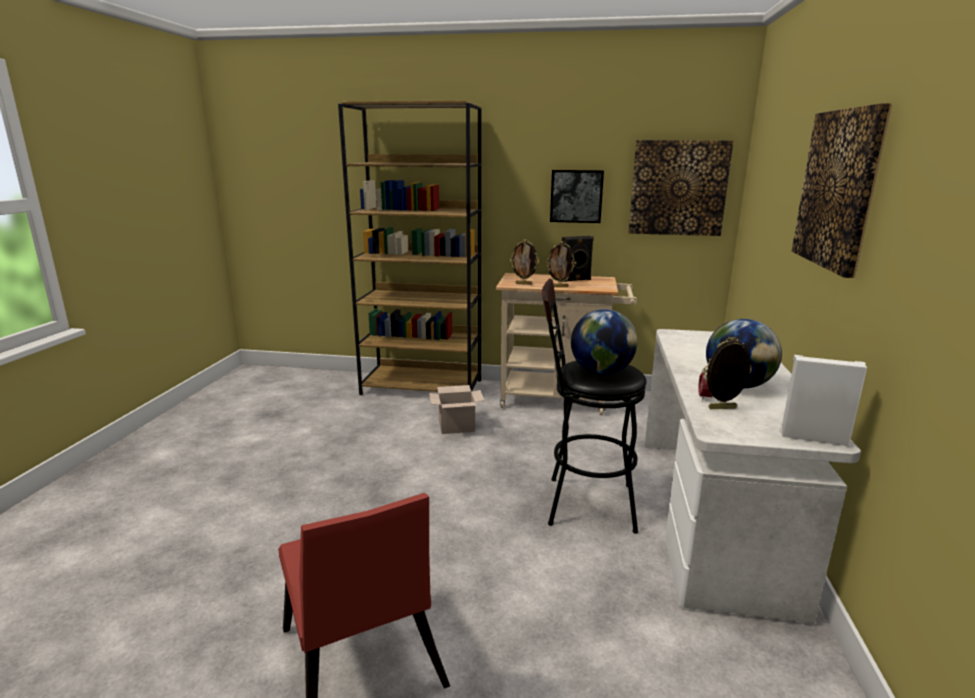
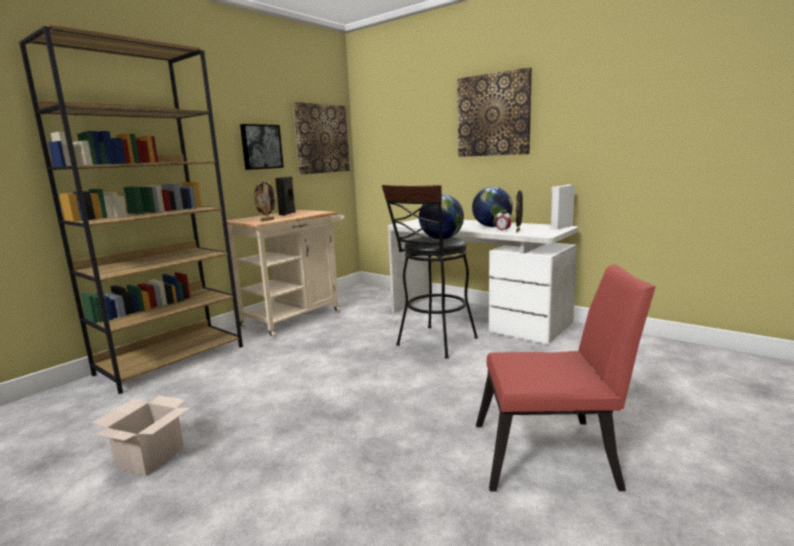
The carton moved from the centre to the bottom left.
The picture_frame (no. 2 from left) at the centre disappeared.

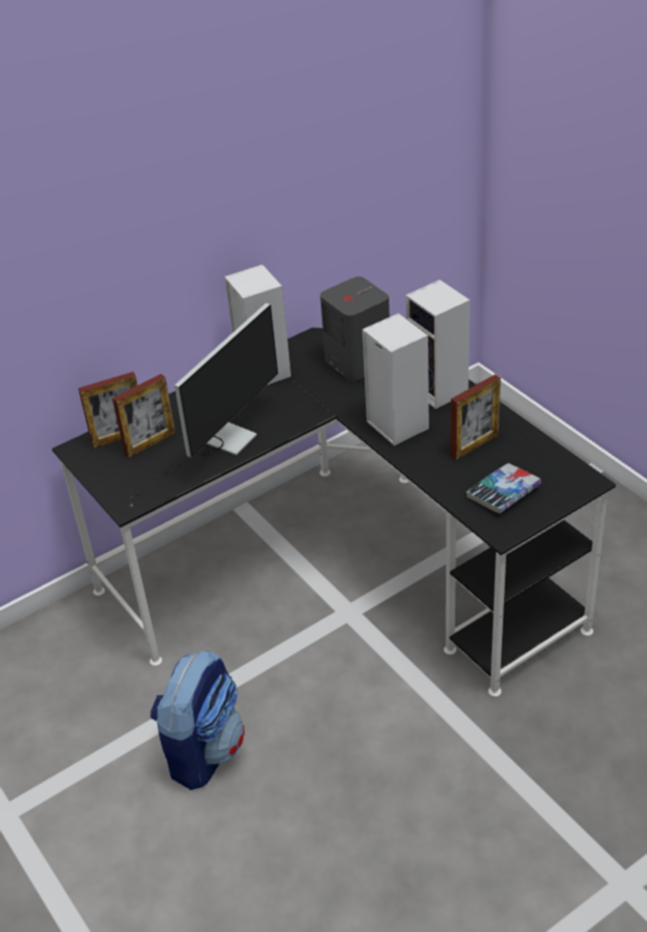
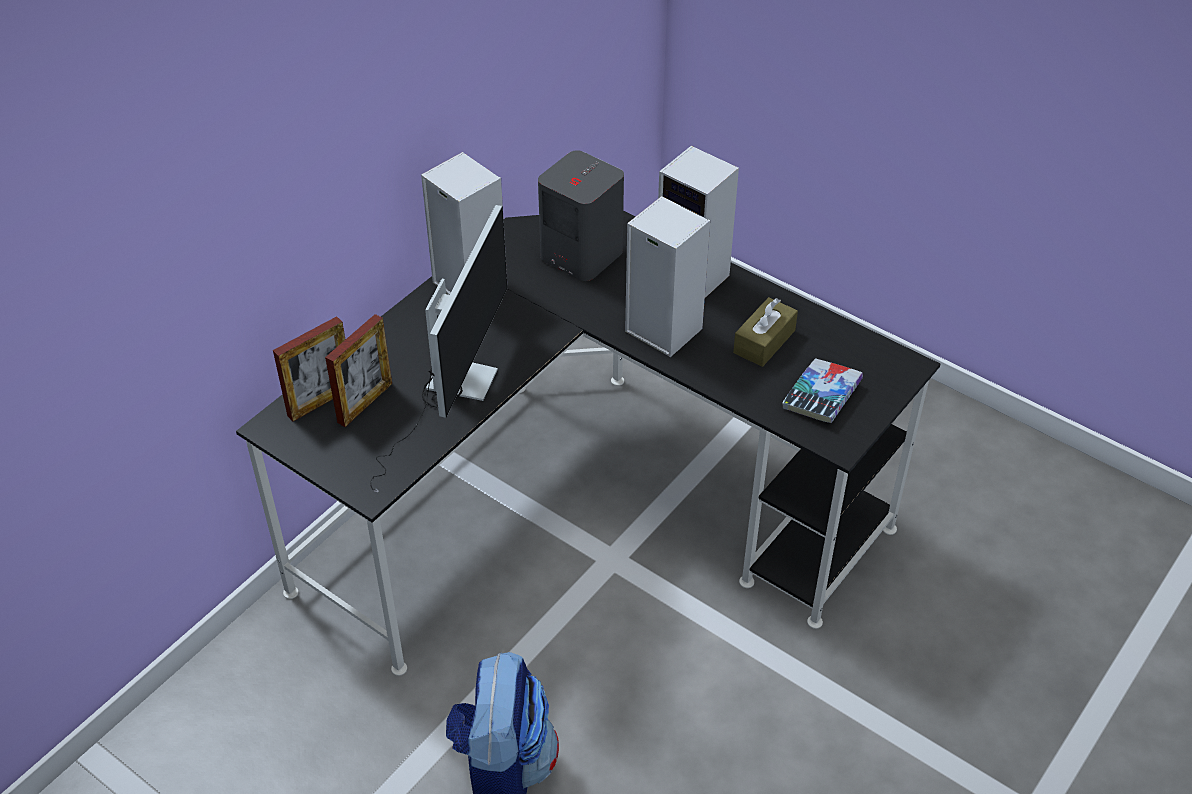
The picture_frame (no. 3 from left) at the middle right was replaced by the brown_tissue_box at the centre.

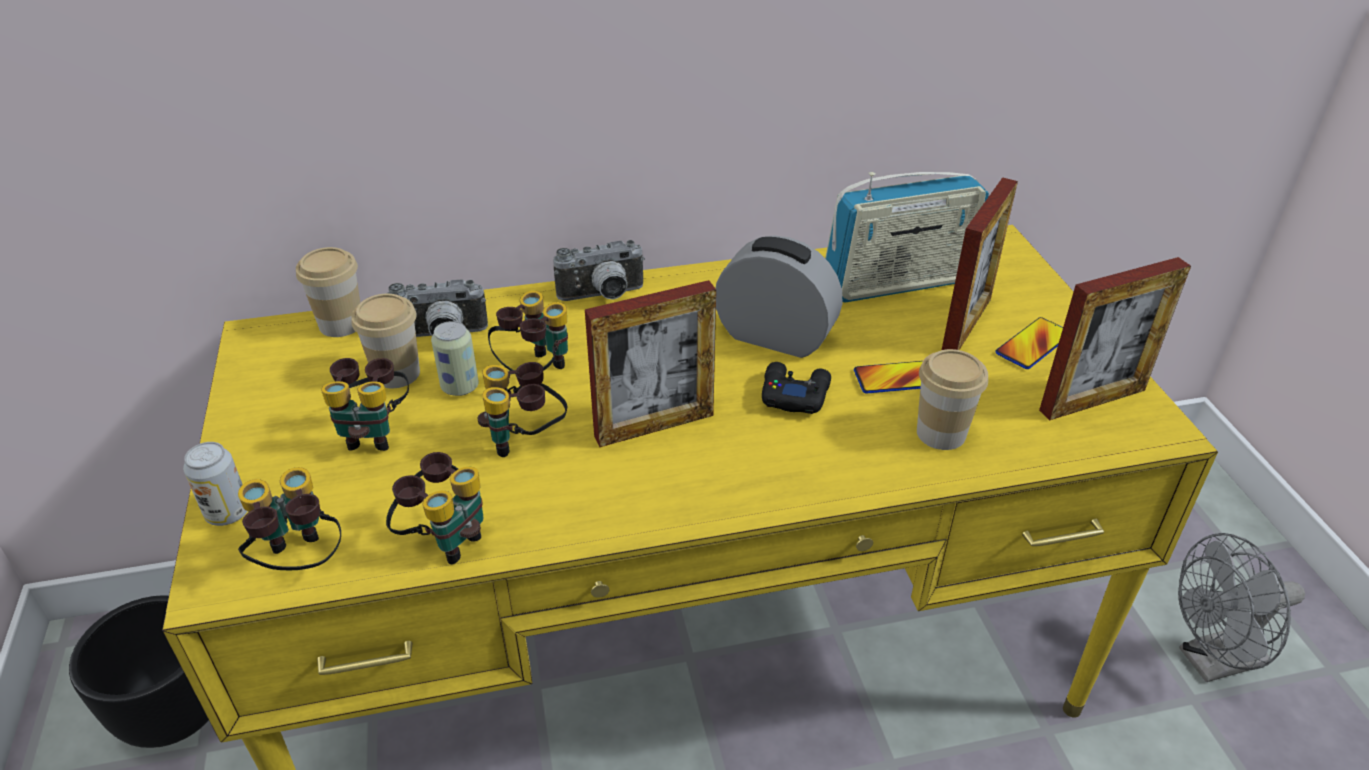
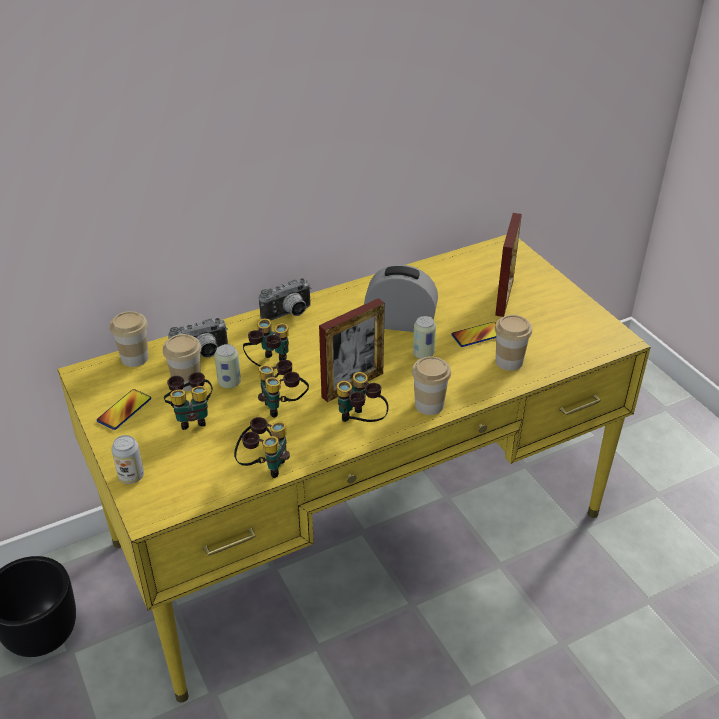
The pair_of_binoculars (no. 1 from left in the first image) moved from the bottom left to the centre.
The blackish_game_controller at the centre was replaced by the sealed_can (no. 3 from left) at the centre.
The radio_set at the top centre disappeared.
The handset (no. 2 from left in the first image) moved from the middle right to the middle left.
The picture_frame (no. 3 from left) at the middle right disappeared.
The gray_fan at the bottom right disappeared.
The small_cup (no. 3 from left) at the centre appeared.

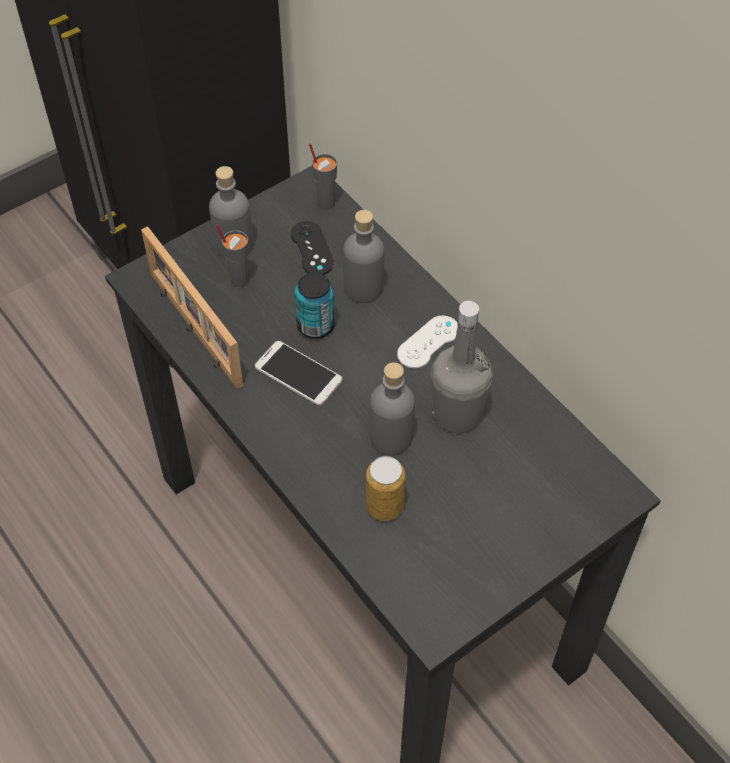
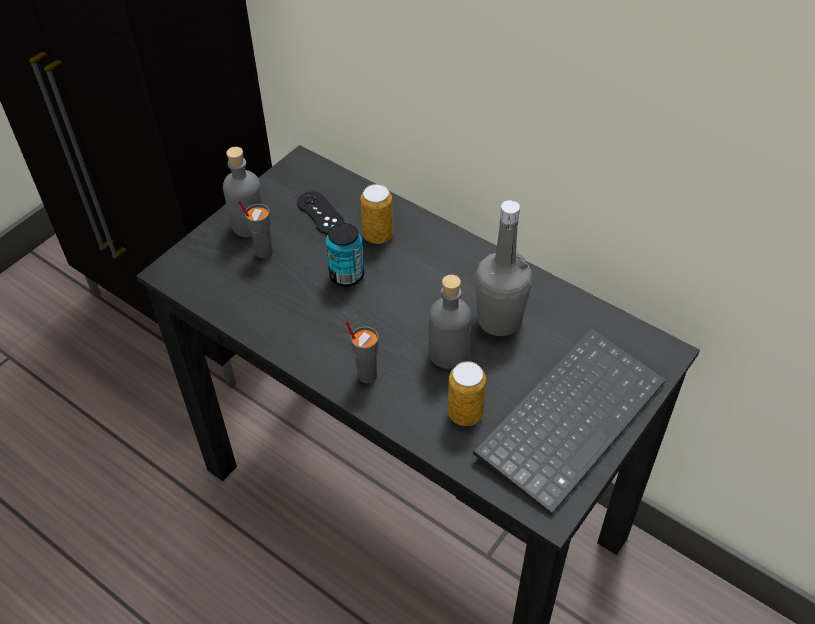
The picture_frame at the middle left disappeared.
The handset at the centre disappeared.
The gray_small_cup (no. 2 from left) moved from the top centre to the centre.
The gray_bottle (no. 2 from left) at the centre was replaced by the sealed_can (no. 2 from left) at the centre.
The white-coloured_game_controller at the centre disappeared.
The PC_keyboard at the bottom right appeared.

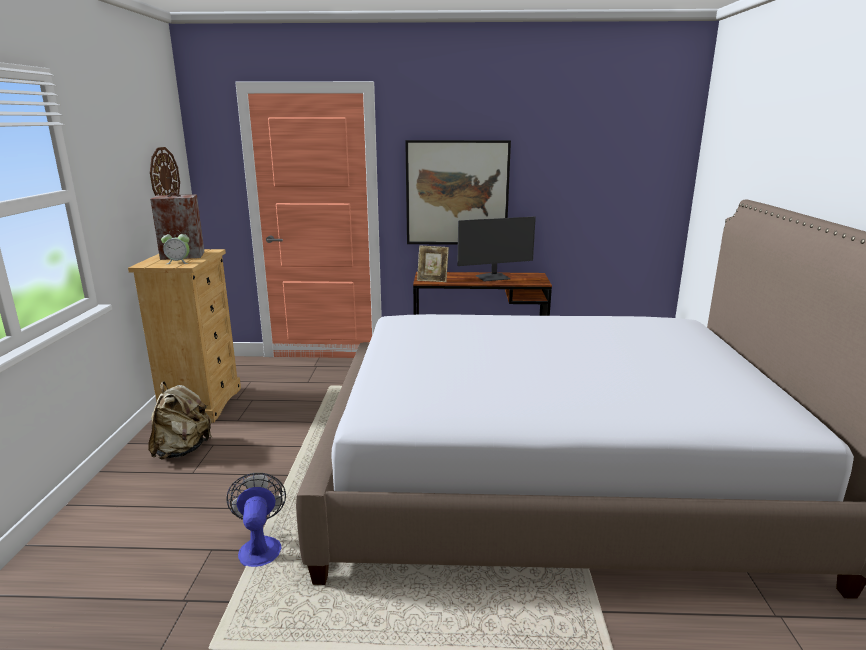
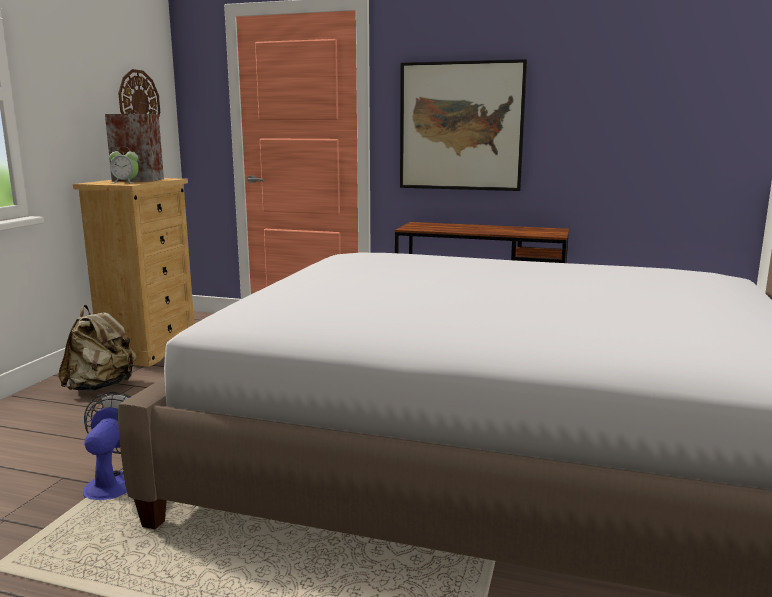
The picture_frame at the centre disappeared.
The computer_screen at the centre disappeared.

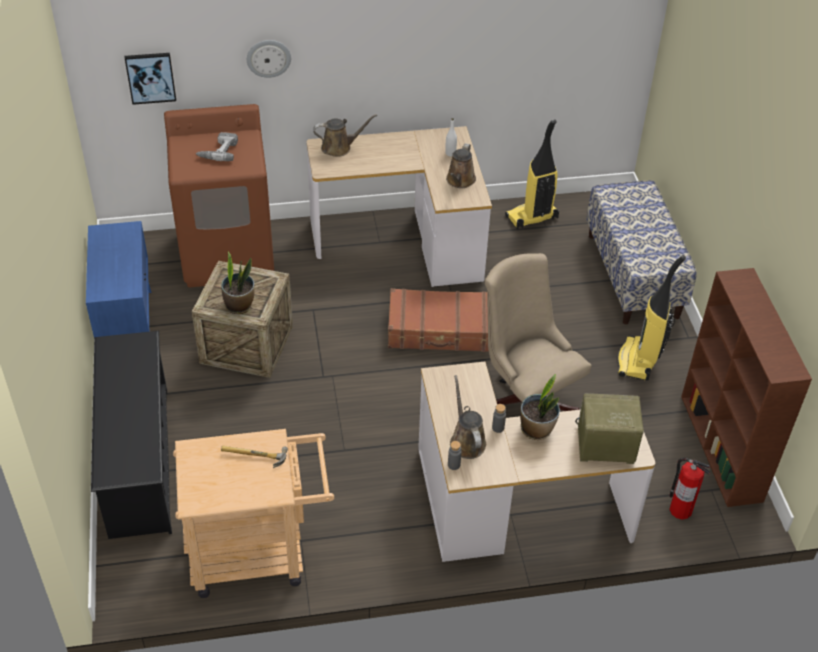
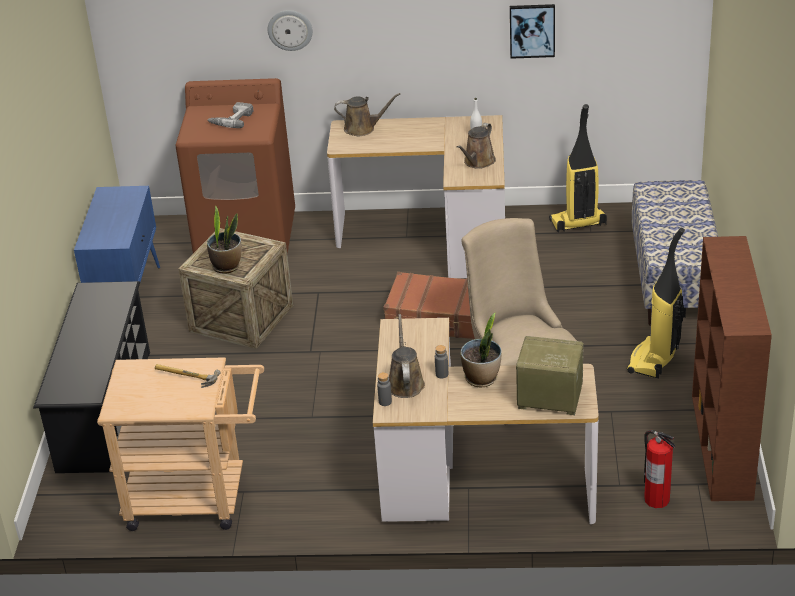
The picture moved from the top left to the top right.

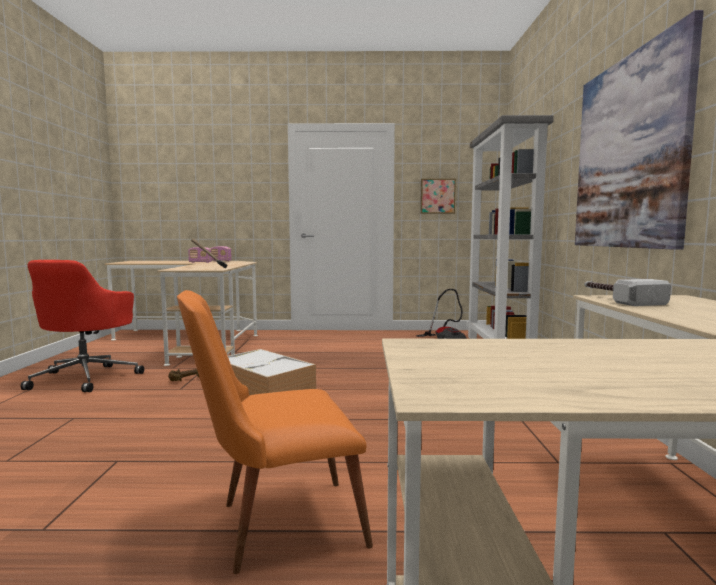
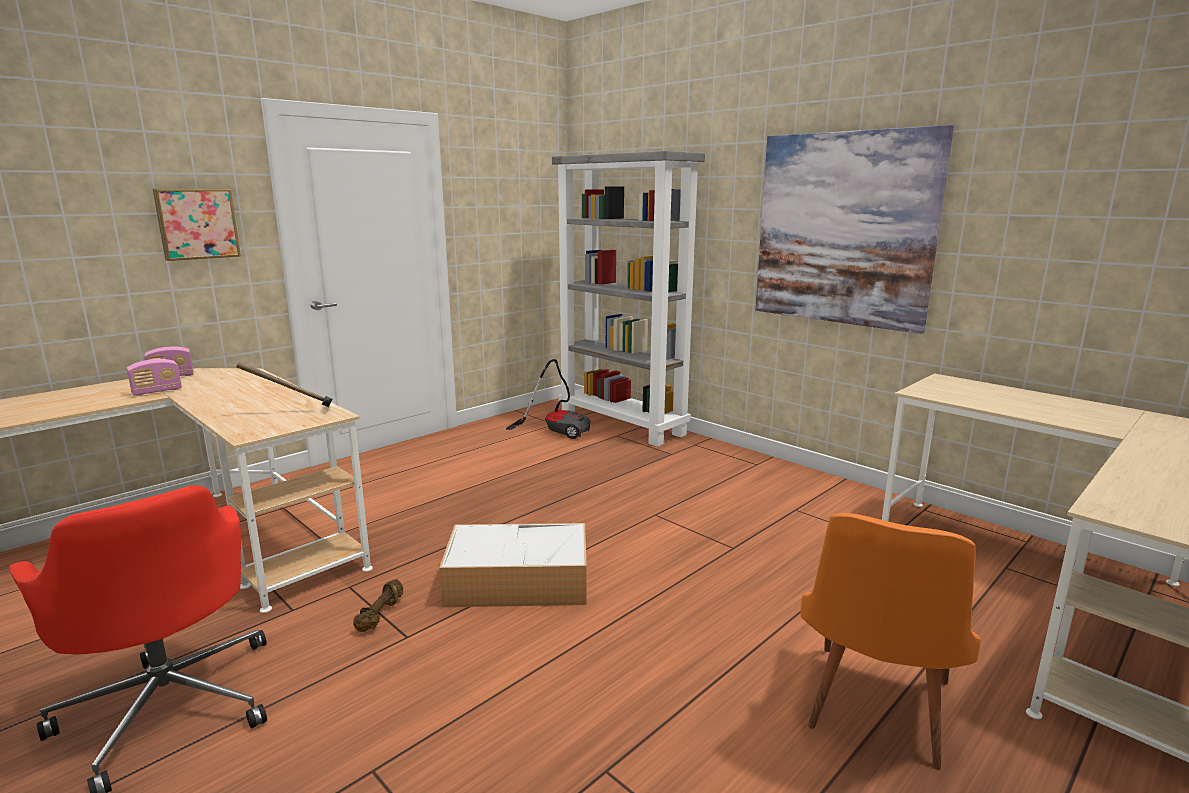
The picture (no. 1 from left) moved from the centre to the top left.
The hammer (no. 2 from left) at the middle right disappeared.

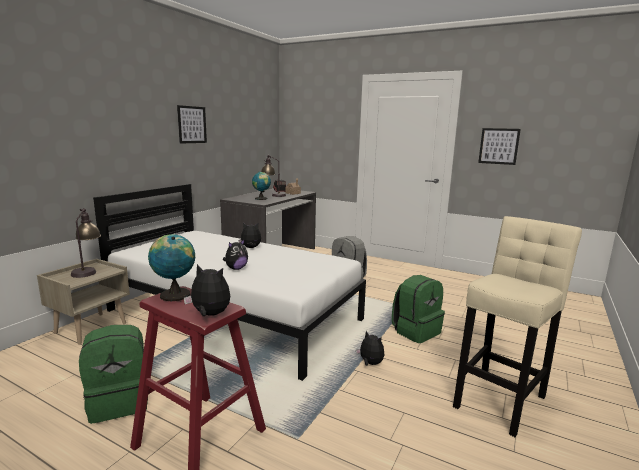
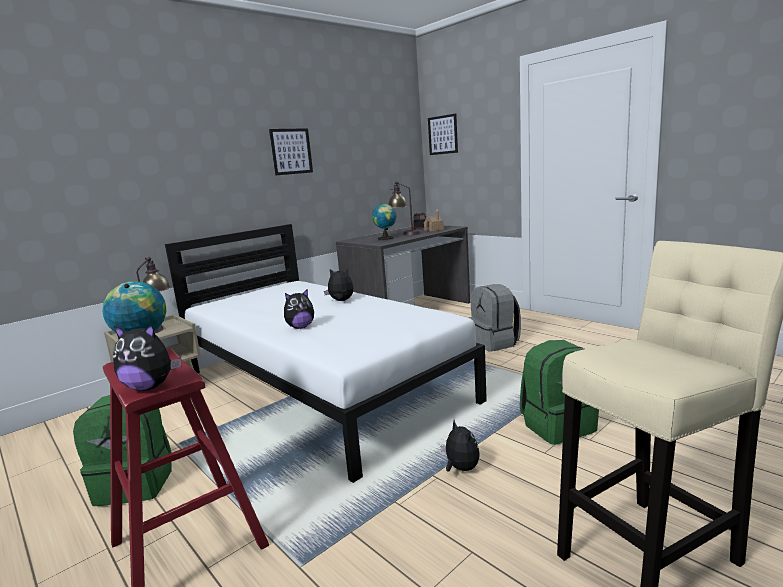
The plush_toy (no. 1 from left) at the middle left turned 150 degrees clockwise.
The picture (no. 2 from left) moved from the top right to the top centre.

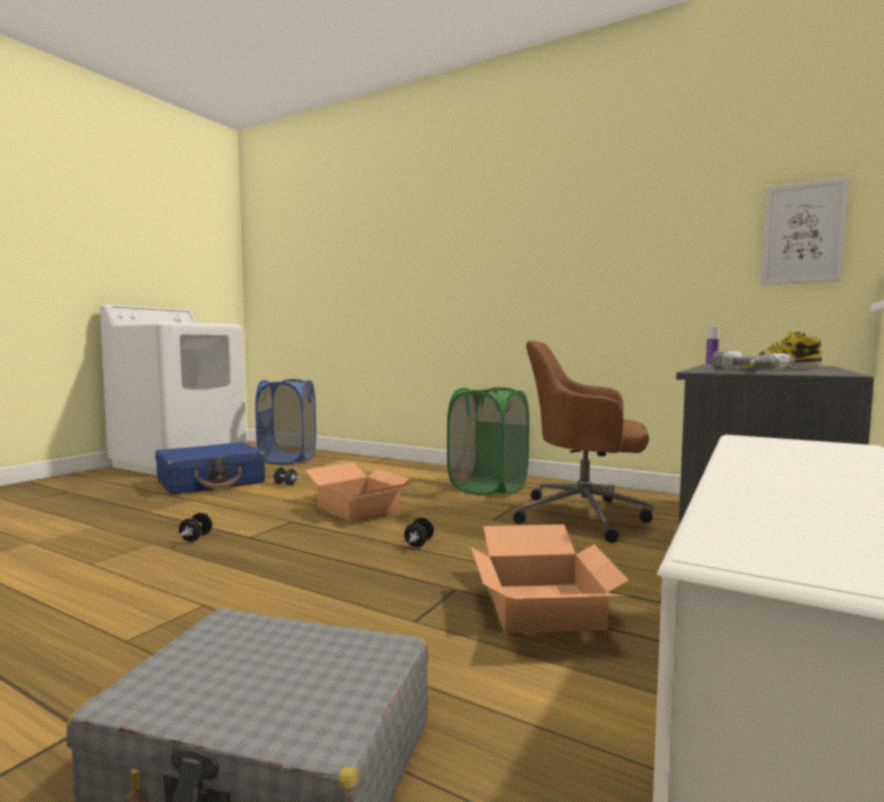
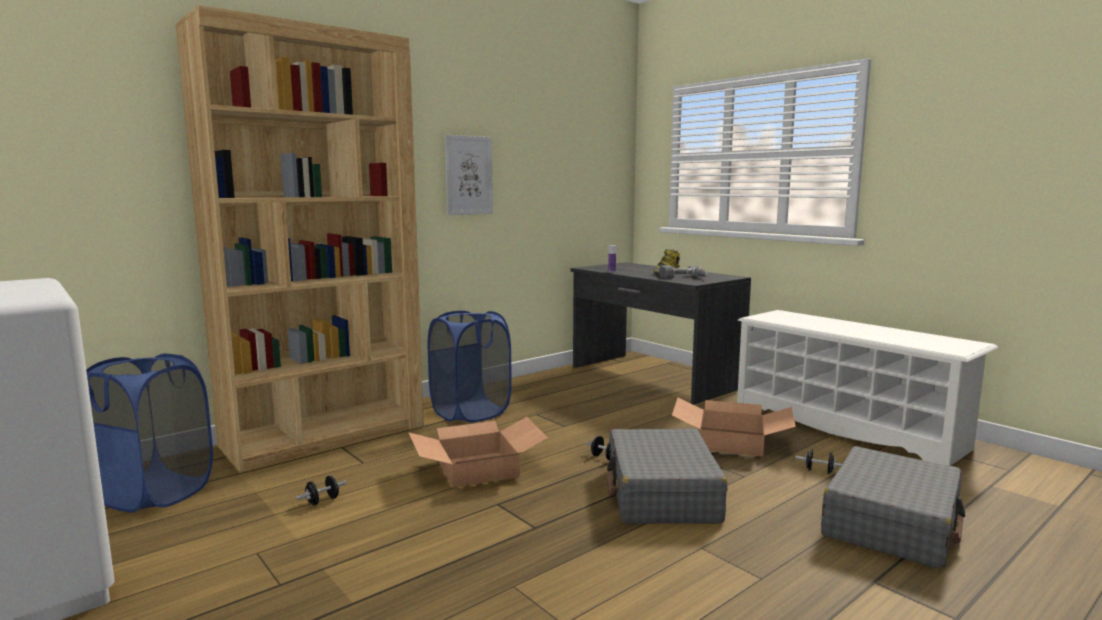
The bluish_travel_case at the middle left disappeared.
The blackish_hand_weight (no. 1 from left in the first image) moved from the middle left to the bottom right.
The greenish_washing_basket at the centre became the bluish_washing_basket (no. 2 from left) at the centre.
The brown_office_chair at the centre disappeared.
The picture moved from the top right to the top centre.
The brown_shelving_unit at the middle left appeared.
The gray_travel_case (no. 1 from left) at the bottom centre appeared.

